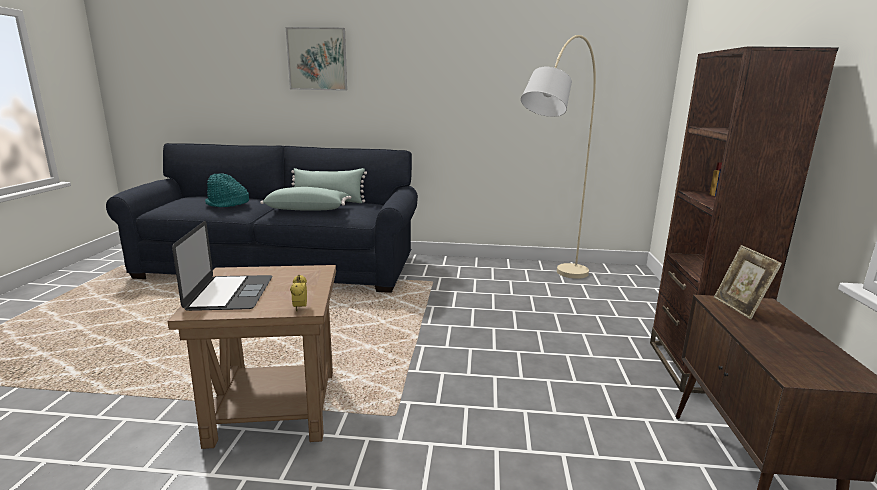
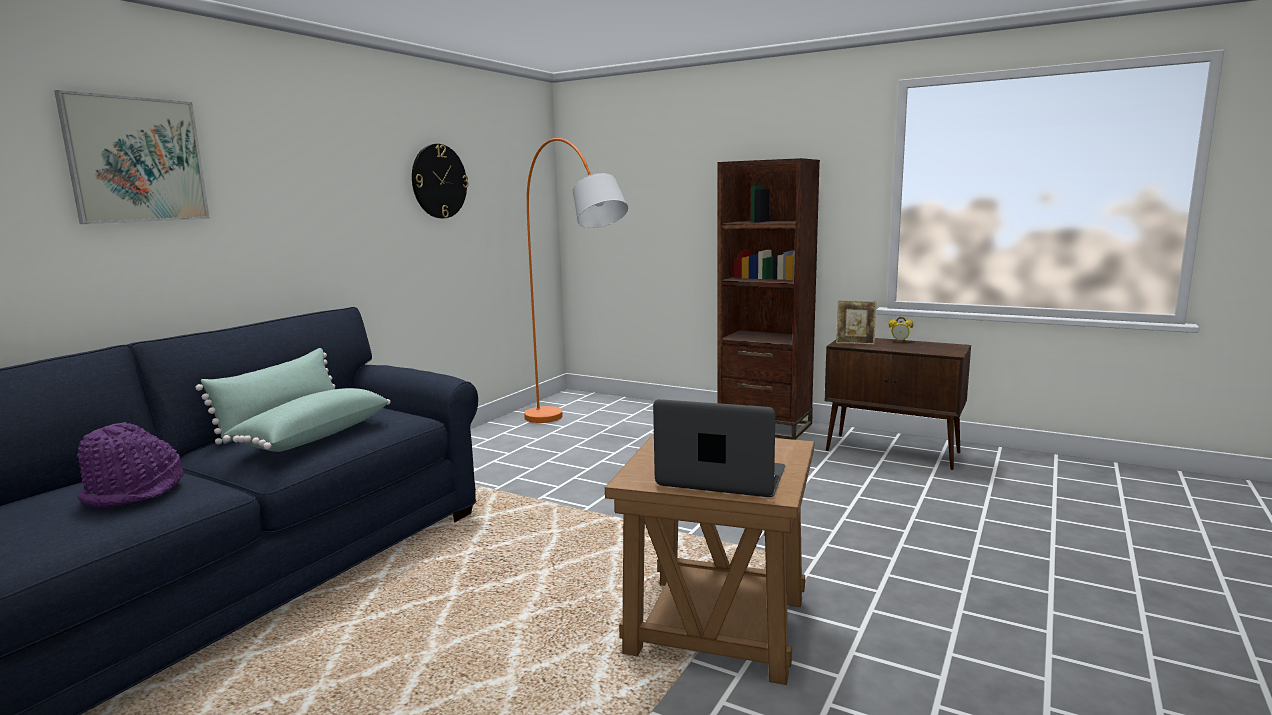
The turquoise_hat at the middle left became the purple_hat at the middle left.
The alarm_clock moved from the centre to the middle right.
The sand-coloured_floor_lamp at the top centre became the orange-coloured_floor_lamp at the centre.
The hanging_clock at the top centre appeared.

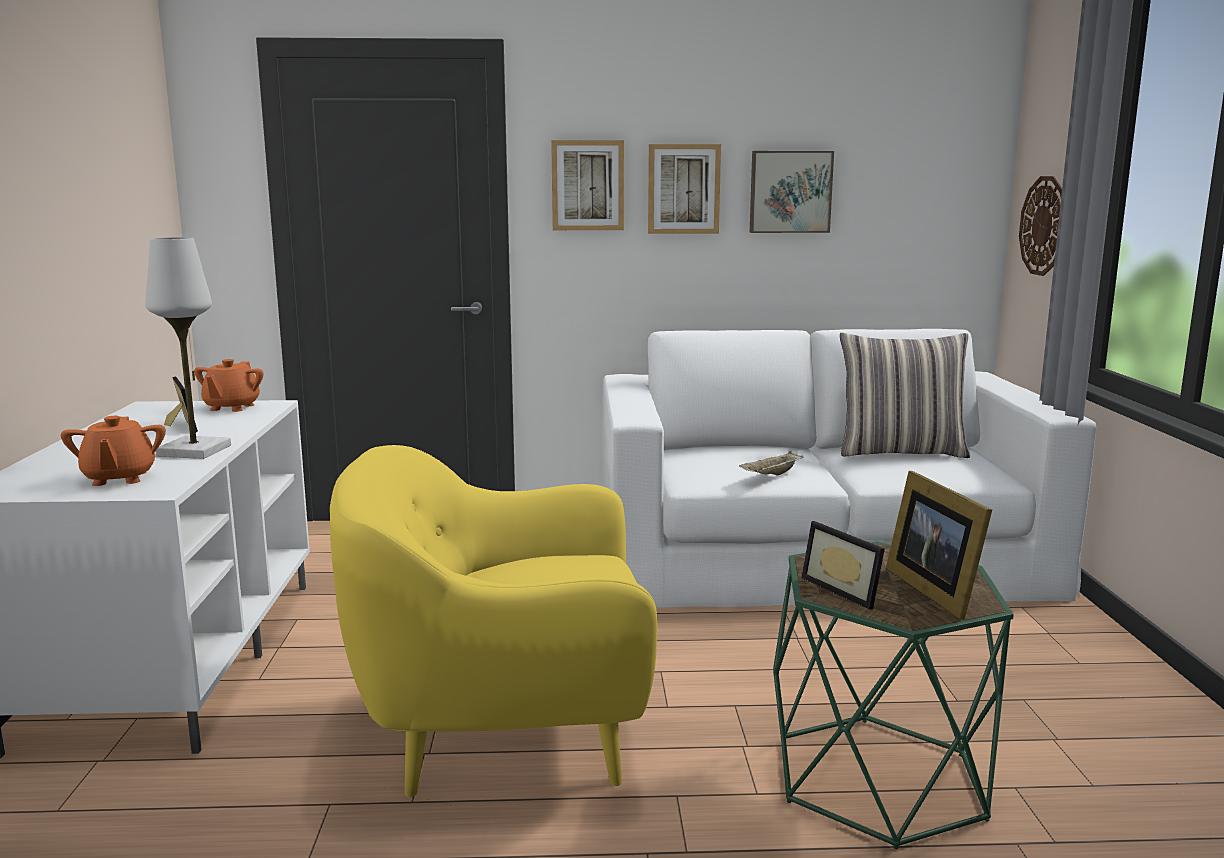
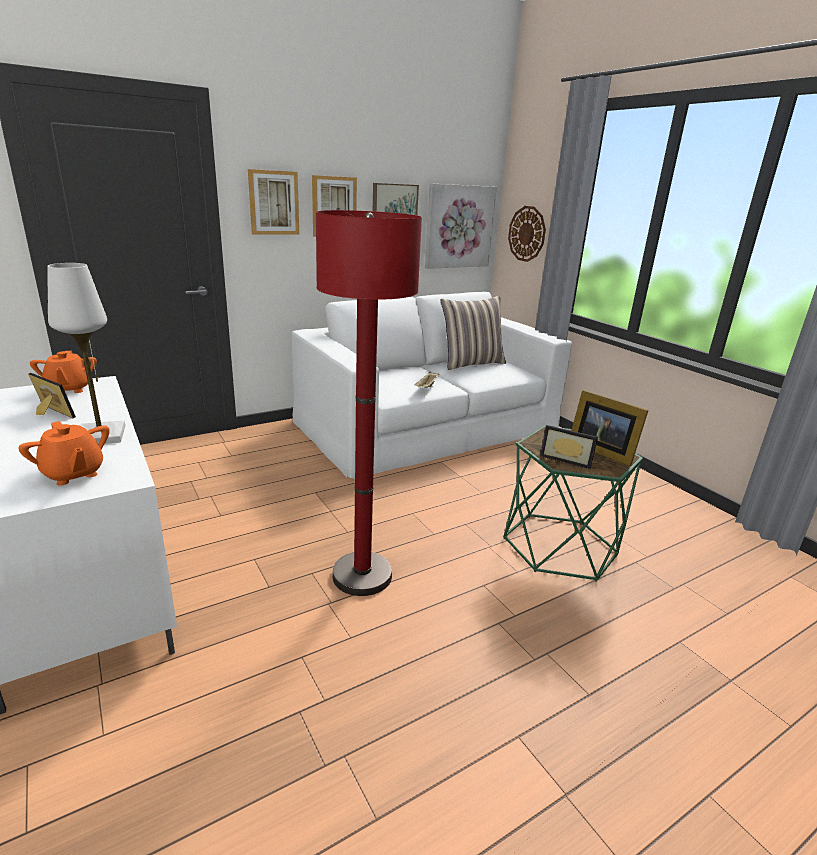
The yellowish_armchair at the bottom centre was replaced by the red-coloured_floor_lamp at the centre.
The picture (no. 4 from left) at the top centre appeared.

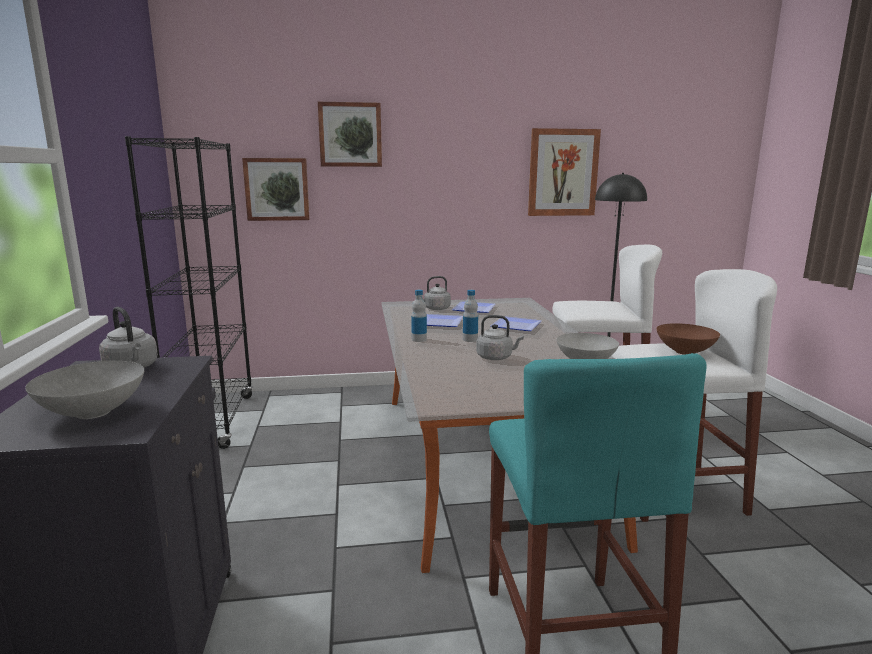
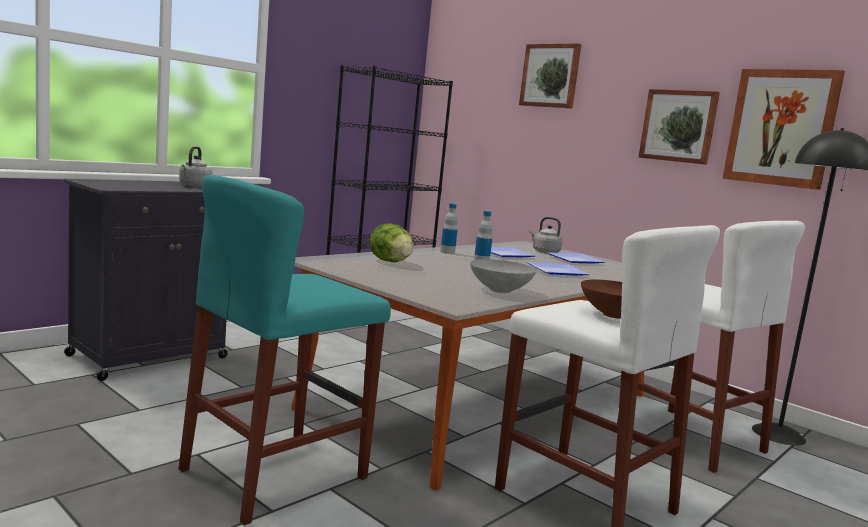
The gray_deep_dish (no. 1 from left) at the middle left disappeared.
The picture (no. 1 from left in the first image) moved from the top left to the top right.
The gray_tea_kettle (no. 3 from left) at the centre disappeared.
The head_of_lettuce at the centre appeared.

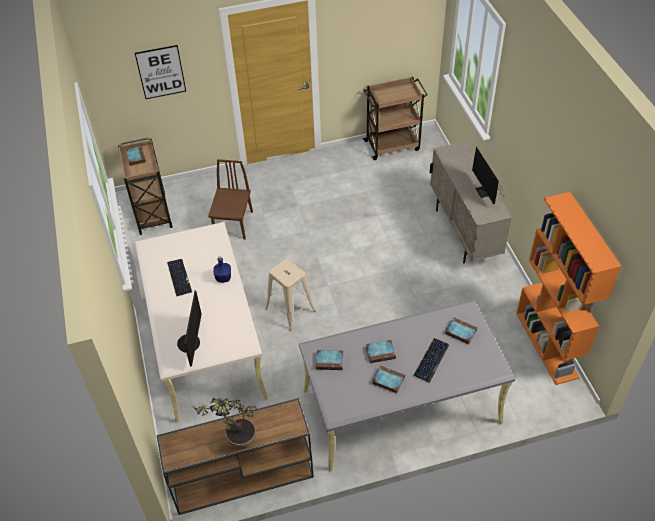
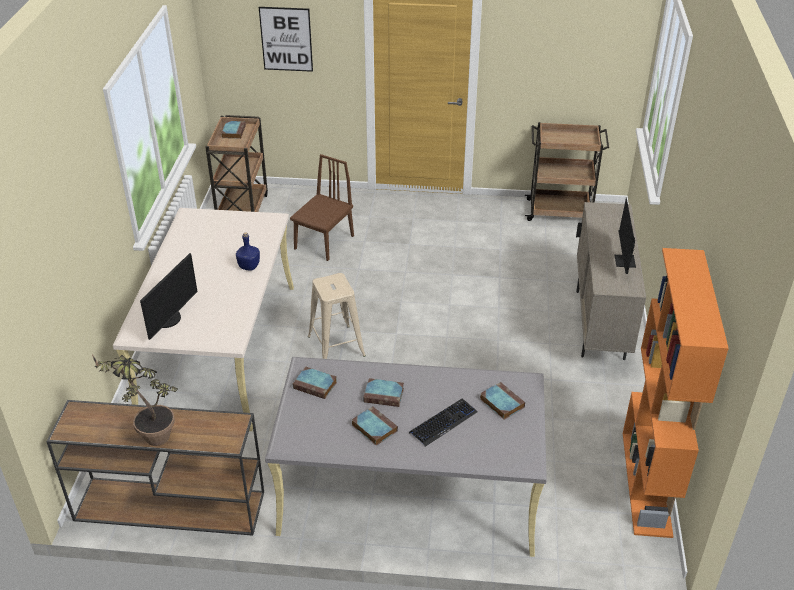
The PC_keyboard (no. 1 from left) at the middle left disappeared.

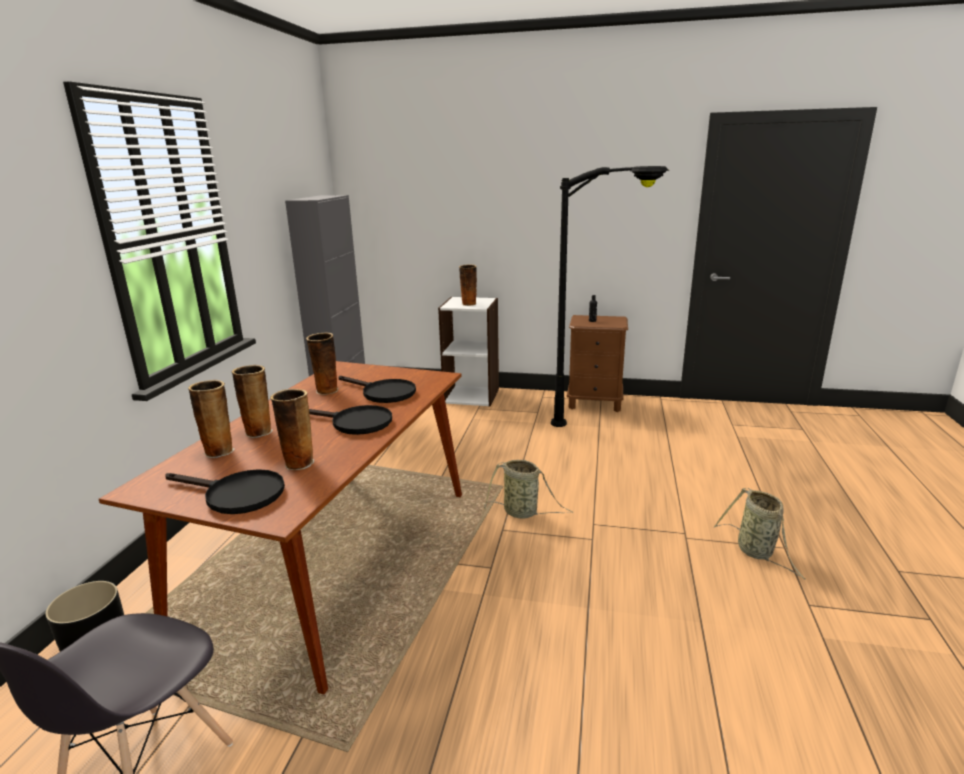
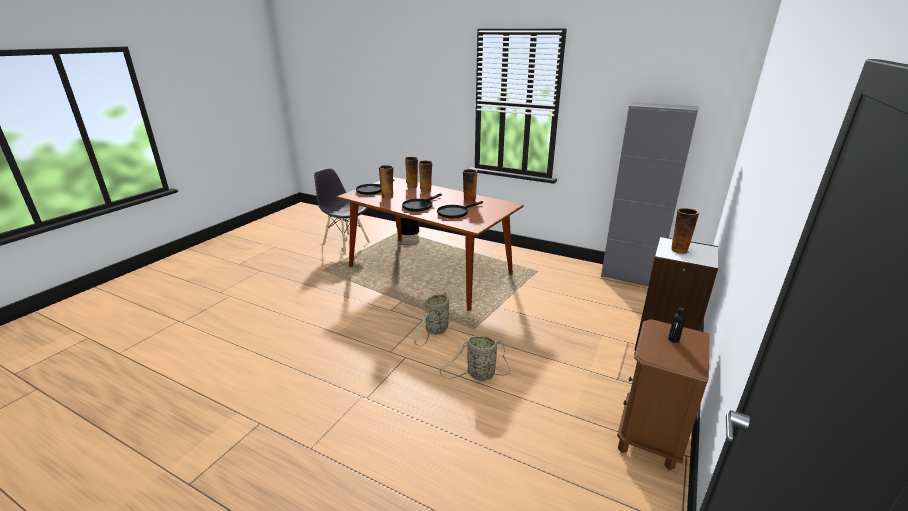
The blackish_floor_lamp at the centre disappeared.
The storage_basket (no. 2 from left) moved from the bottom right to the bottom centre.

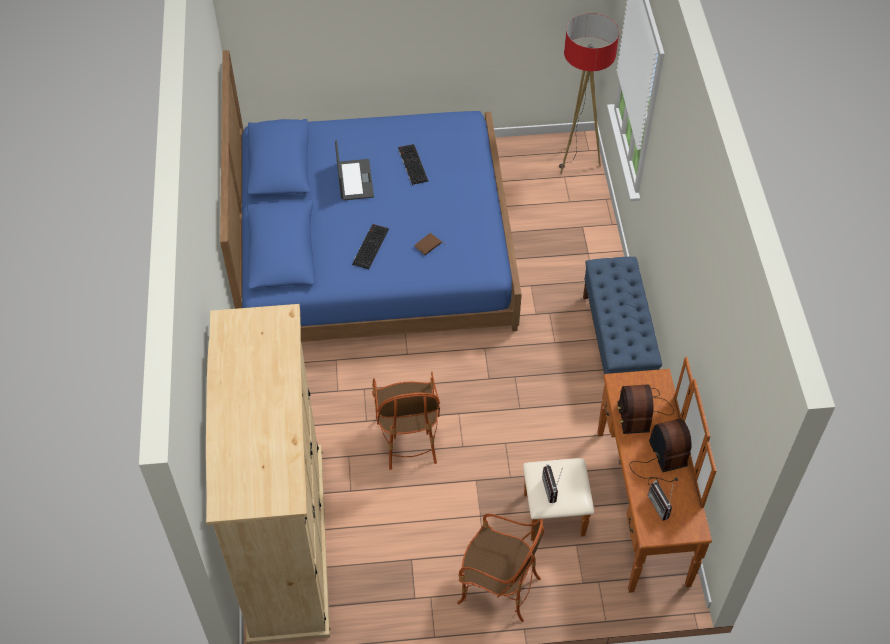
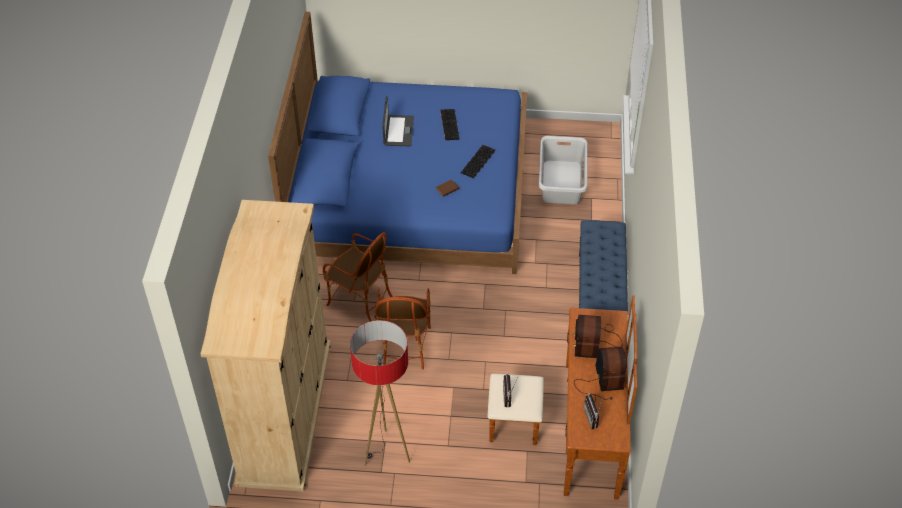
The PC_keyboard (no. 1 from left in the first image) moved from the centre to the top centre.
The armchair (no. 2 from left in the first image) moved from the bottom centre to the centre.
The floor_lamp moved from the top centre to the bottom centre.
The gray_washing_basket at the centre appeared.

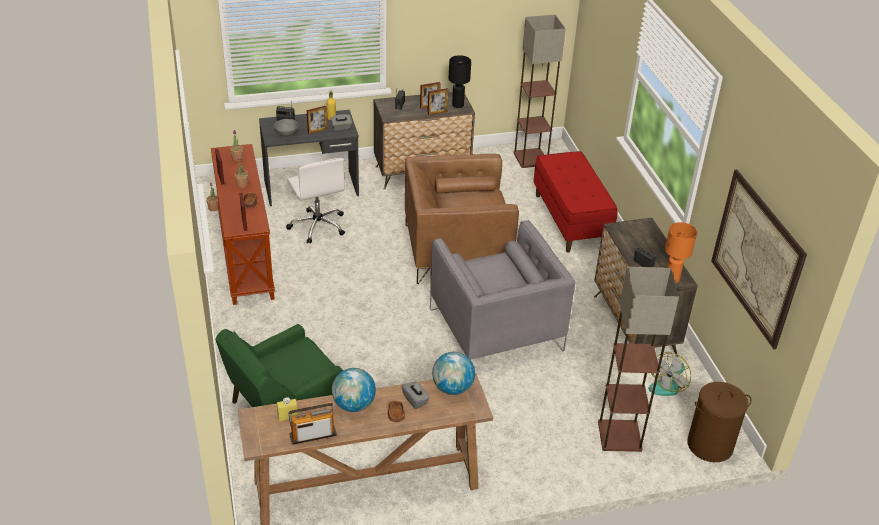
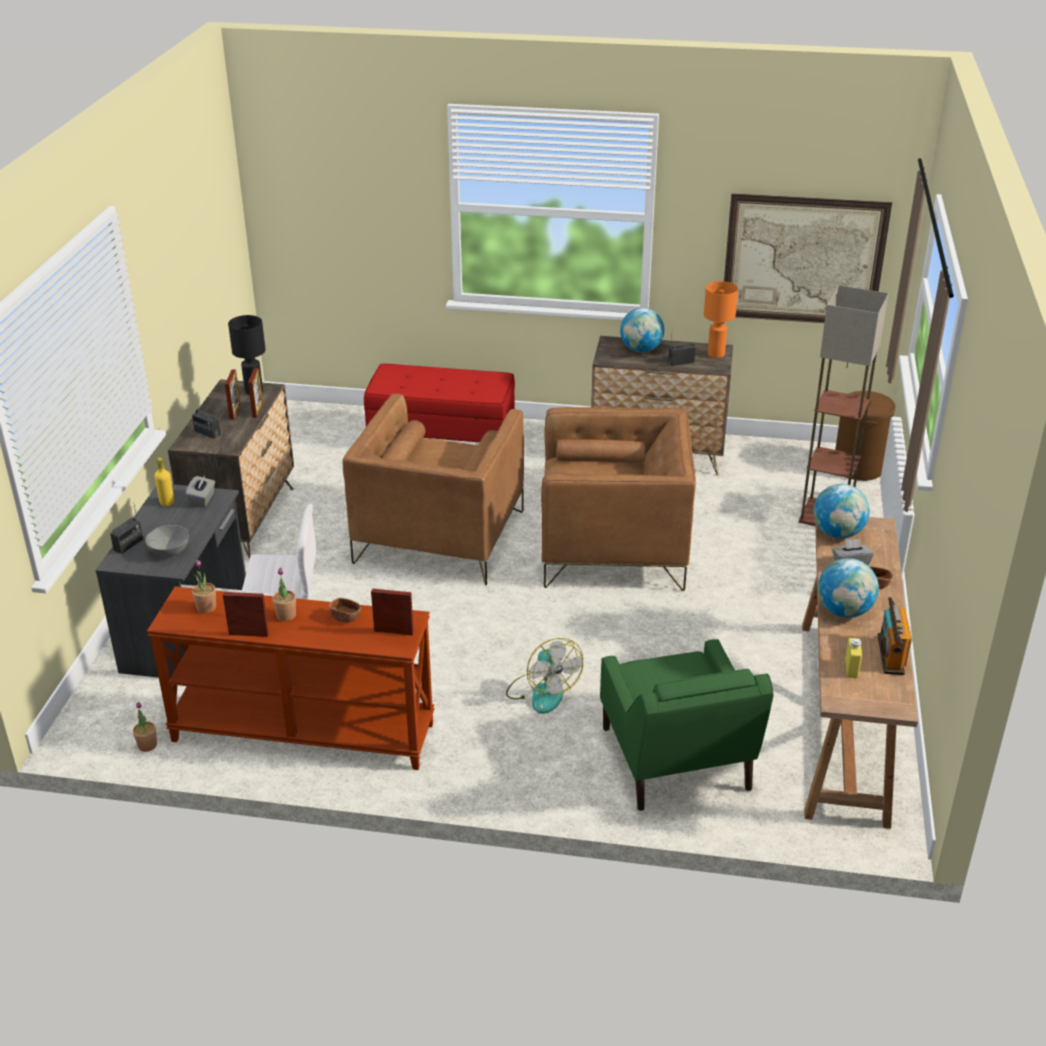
The picture_frame (no. 3 from left) at the top centre disappeared.
The gray_armchair at the centre became the brown_armchair (no. 2 from left) at the centre.
The floor_lamp (no. 1 from left) at the top centre disappeared.
The fan moved from the bottom right to the centre.
The desk_globe (no. 1 from left) at the top centre appeared.

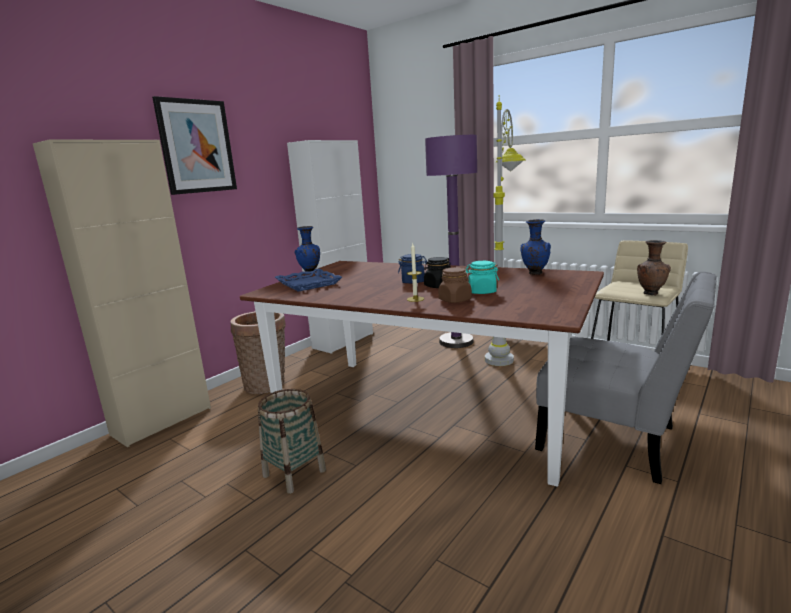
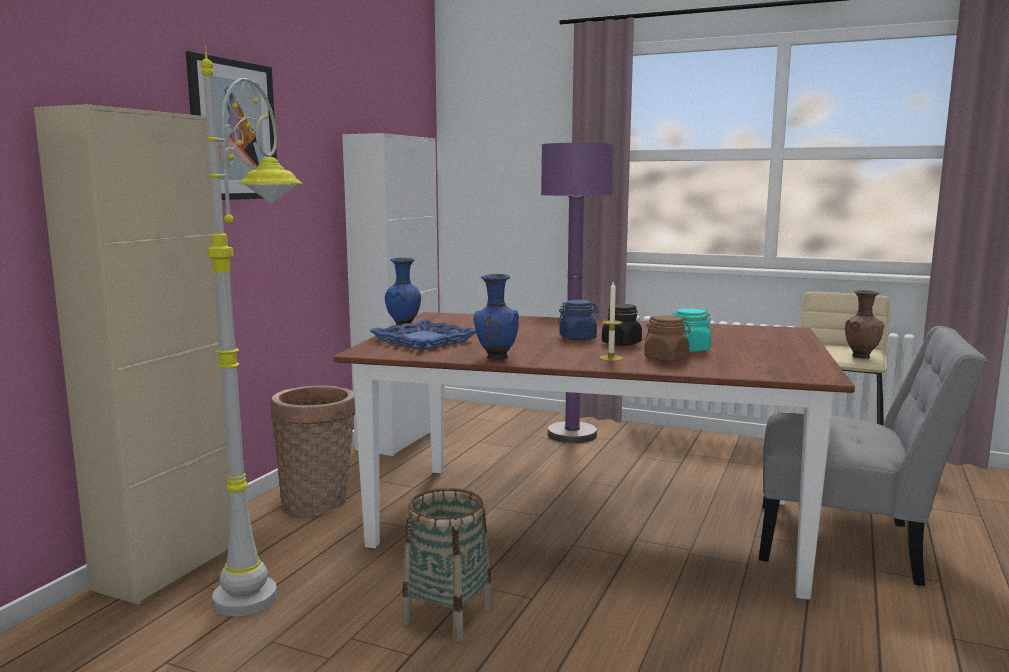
The gray_floor_lamp moved from the centre to the middle left.
The bluish_flower_vase (no. 2 from left) moved from the middle right to the centre.

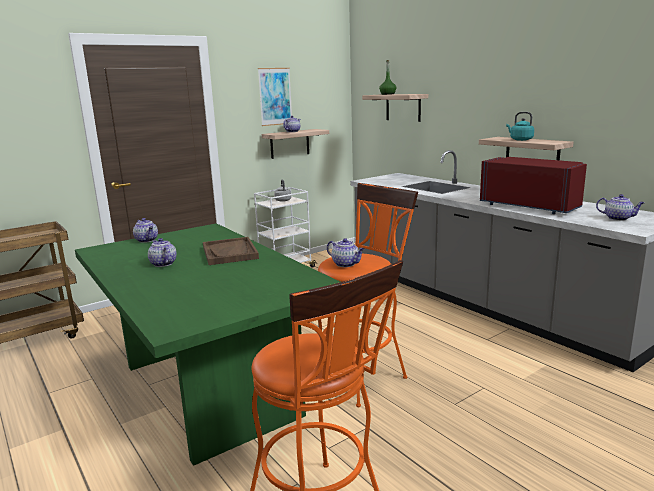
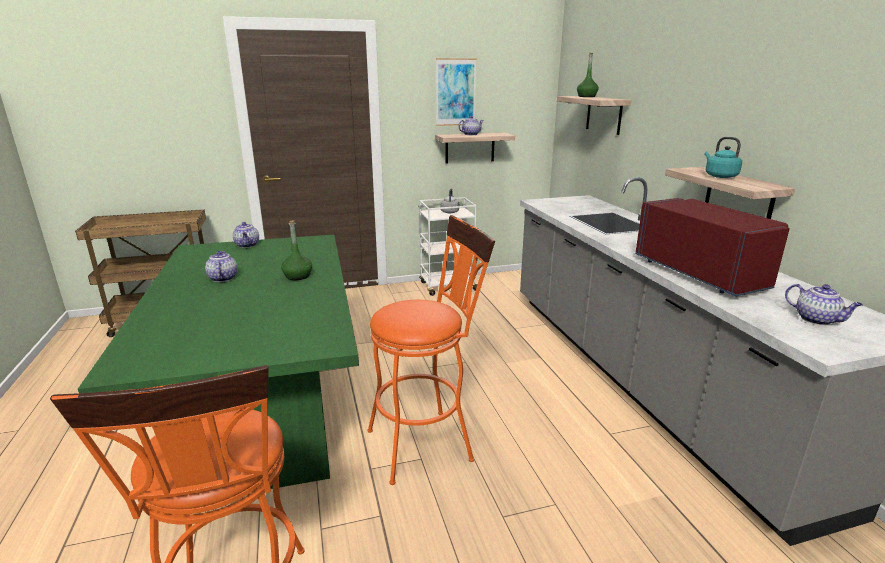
The brown_serving_tray at the centre was replaced by the greenish_bottle (no. 1 from left) at the centre.
The teapot (no. 4 from left) at the centre disappeared.

